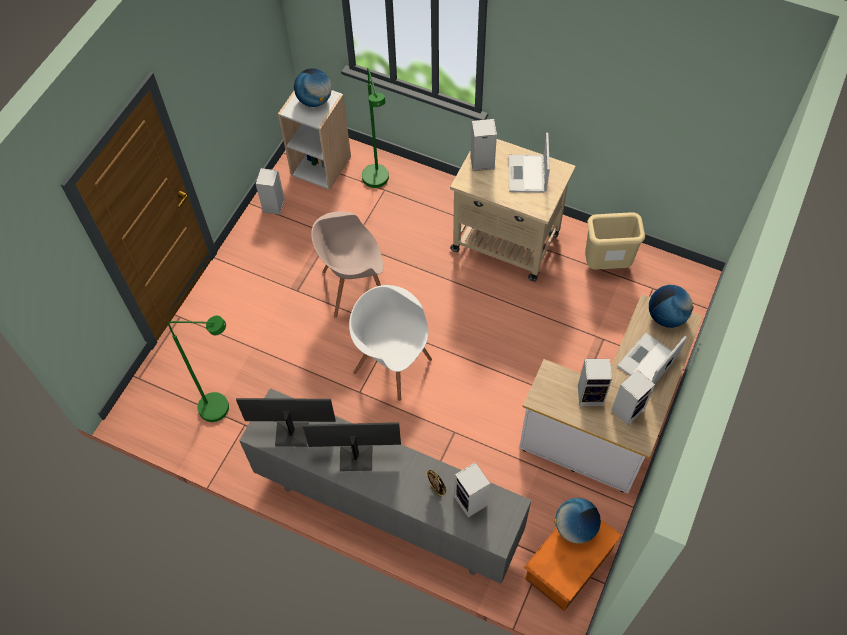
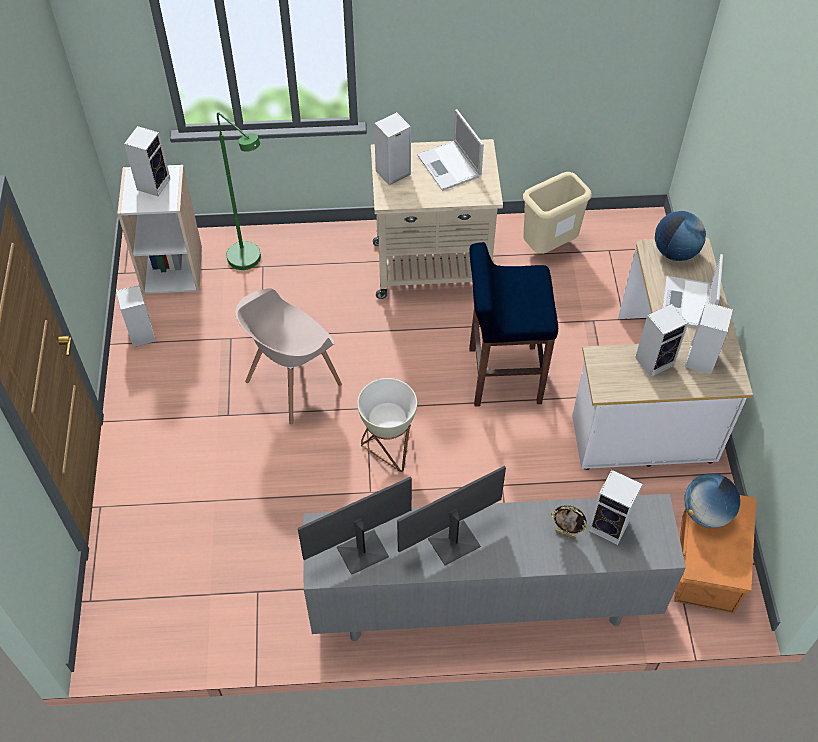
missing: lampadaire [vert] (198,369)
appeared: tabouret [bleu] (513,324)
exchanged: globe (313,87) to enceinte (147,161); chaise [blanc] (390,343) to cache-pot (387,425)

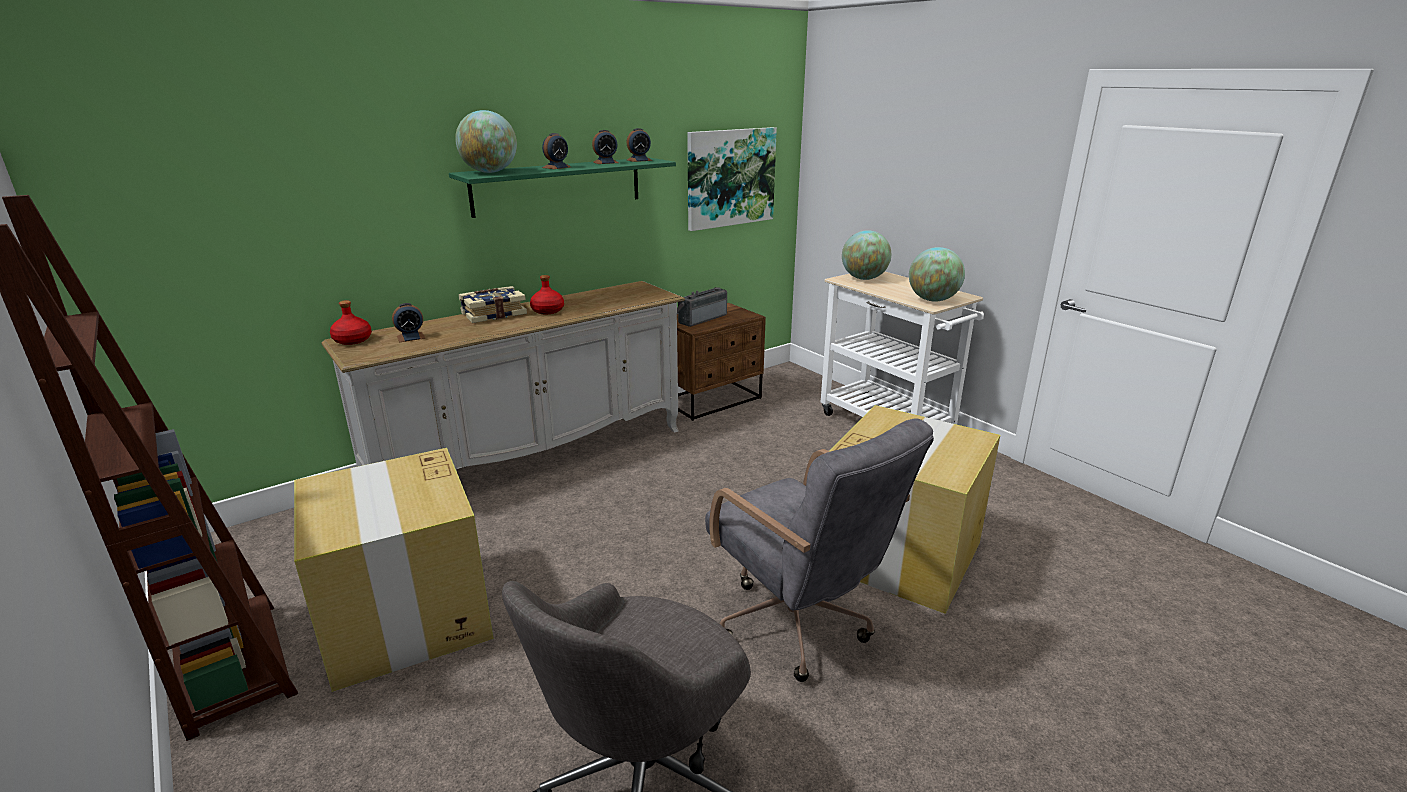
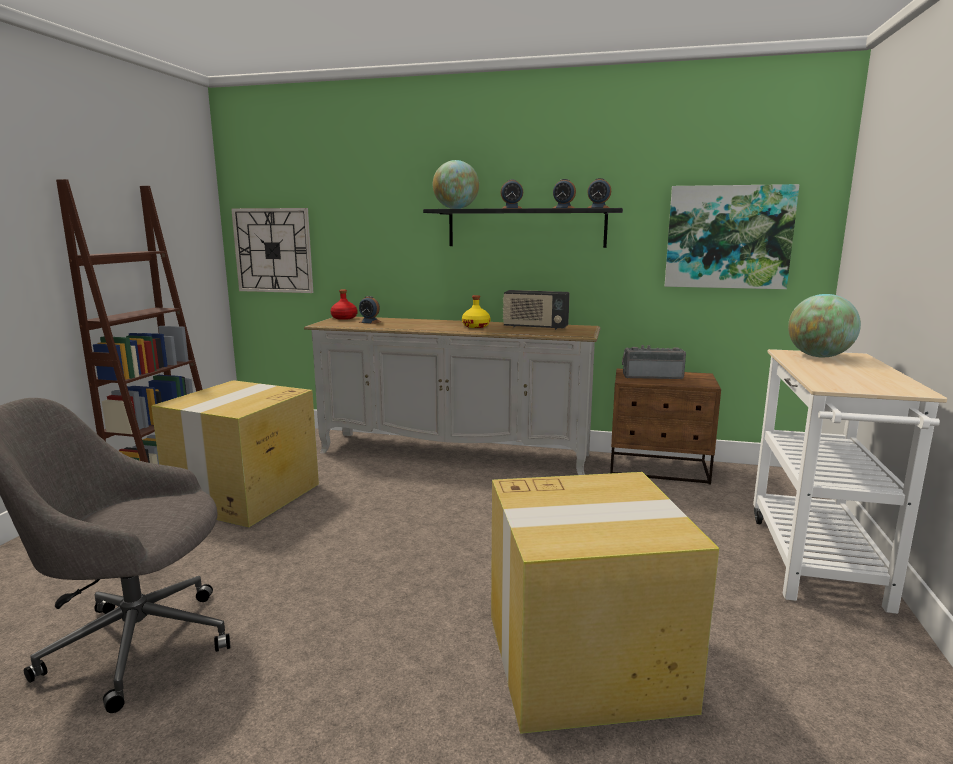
missing: globe (937,274); livre (493,304); chaise de bureau [gris] (819,550)
appeared: horloge murale (272,250); radio (536,310)
colour: étagère [vert] (562,187) to étagère [noir] (523,228); bouteille [rouge] (547,294) to bouteille [jaune] (476,311)

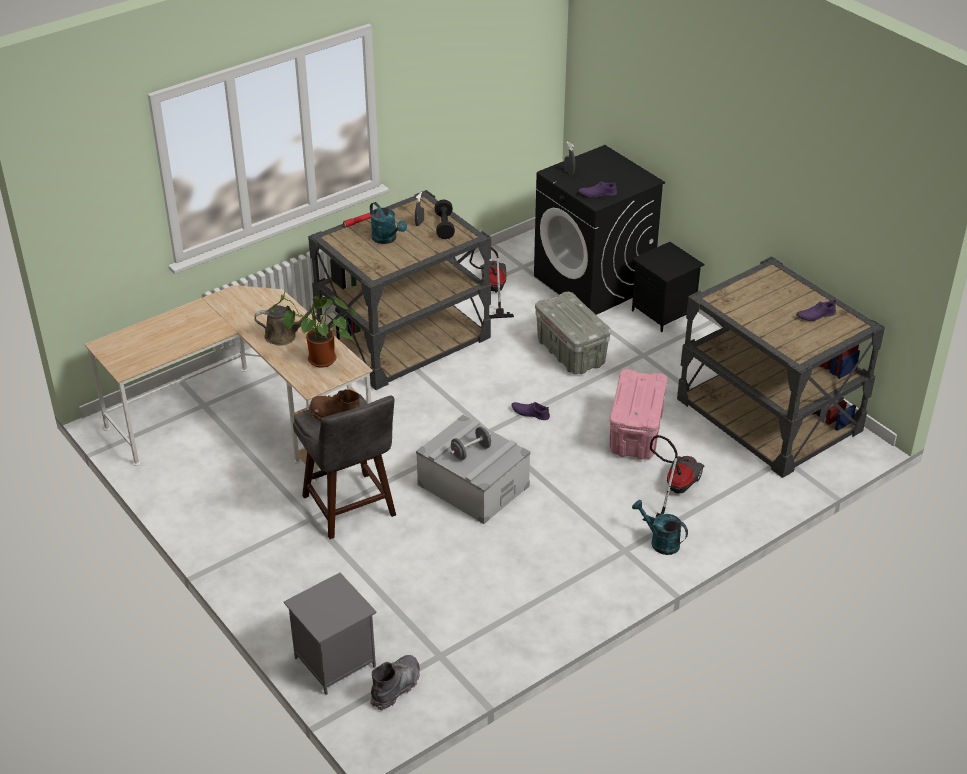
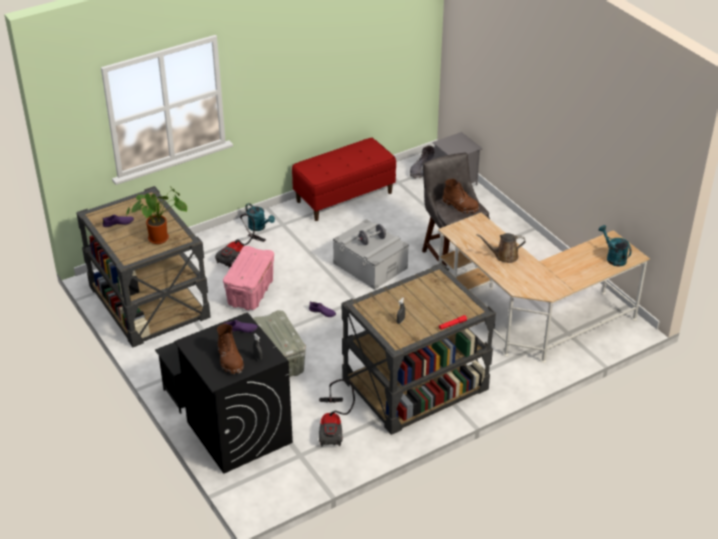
missing: haltère [noir] (445,219)
appeared: banc [rouge] (344,179); botte [marron] (230,349)
relocated: arrosoir [turquoise] (388,223) to (615,246); plante en pot (314,330) to (156,215)

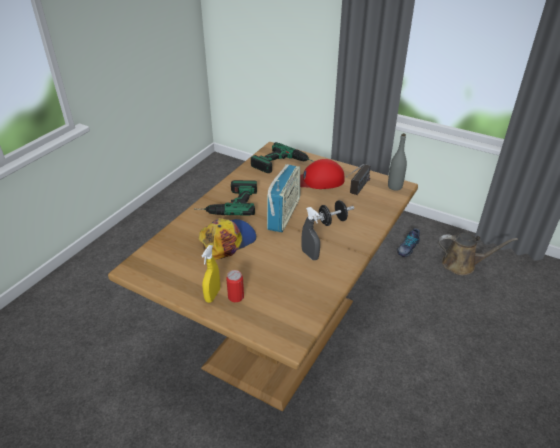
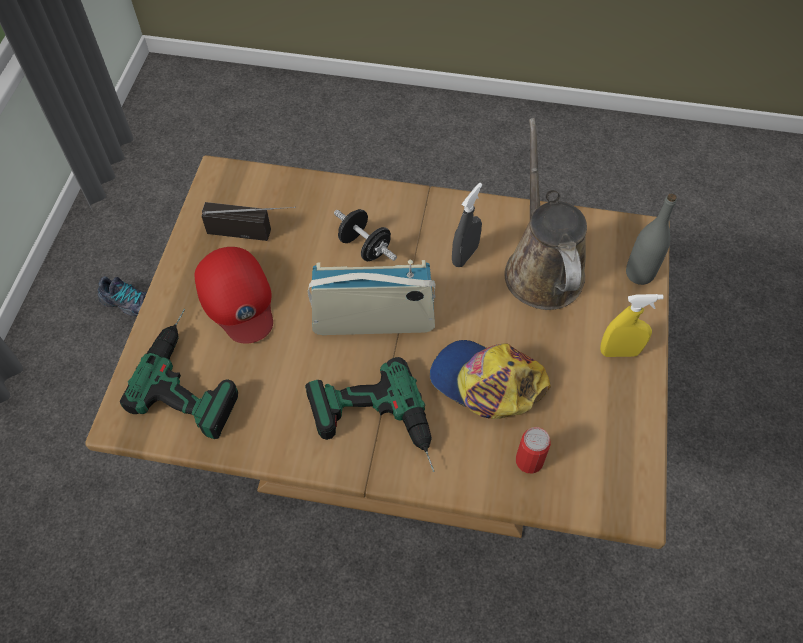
relocated: bouteille [gris] (397,162) to (651,239); arrosoir [marron] (478,254) to (546,214); boîte métallique (235,286) to (533,450)

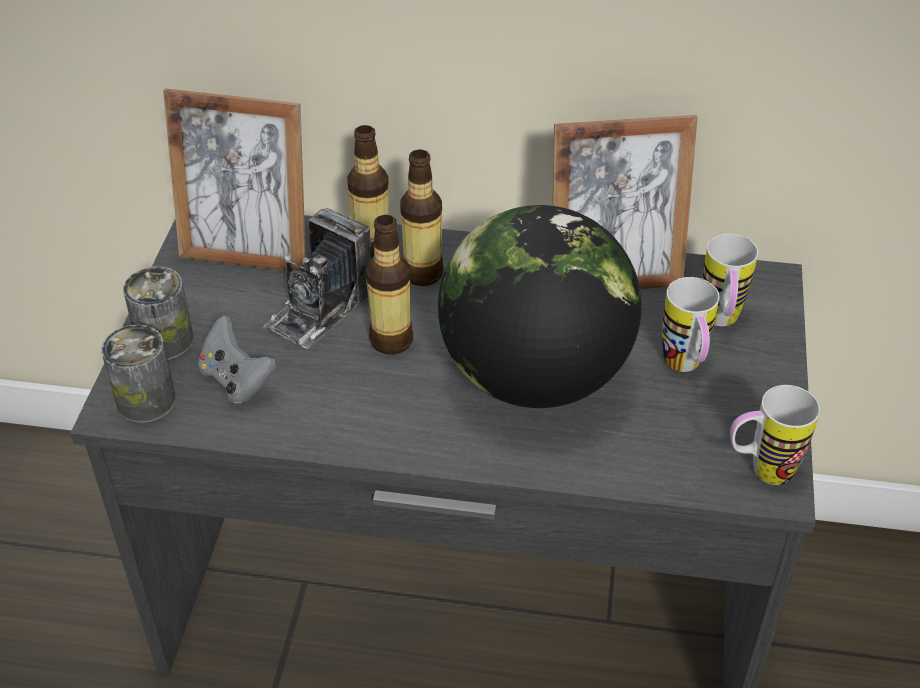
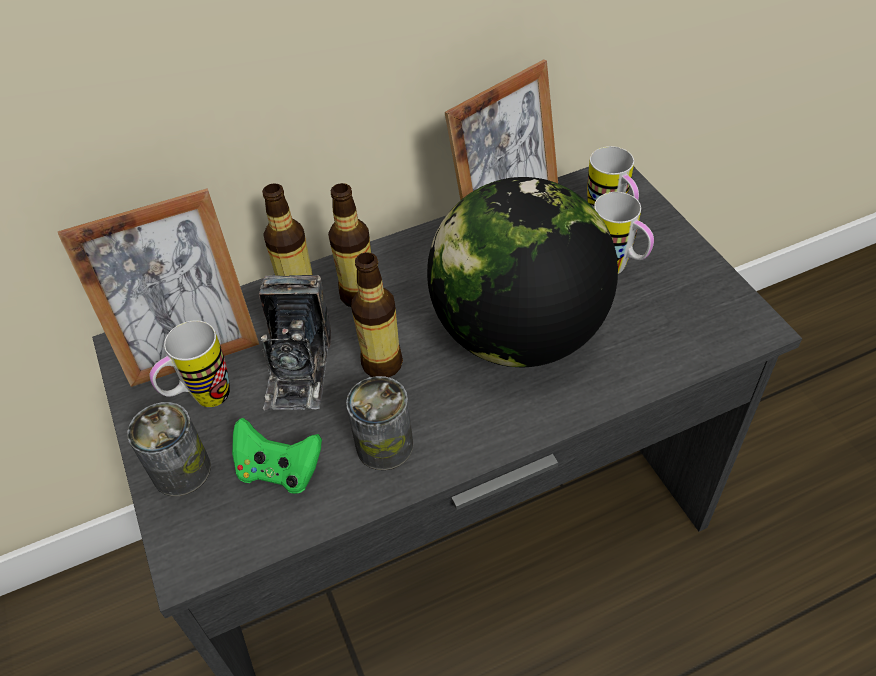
relocated: boîte métallique (138,374) to (379,423); mug (775,435) to (189,363)
colour: manette [gris] (237,360) to manette [vert] (277,456)

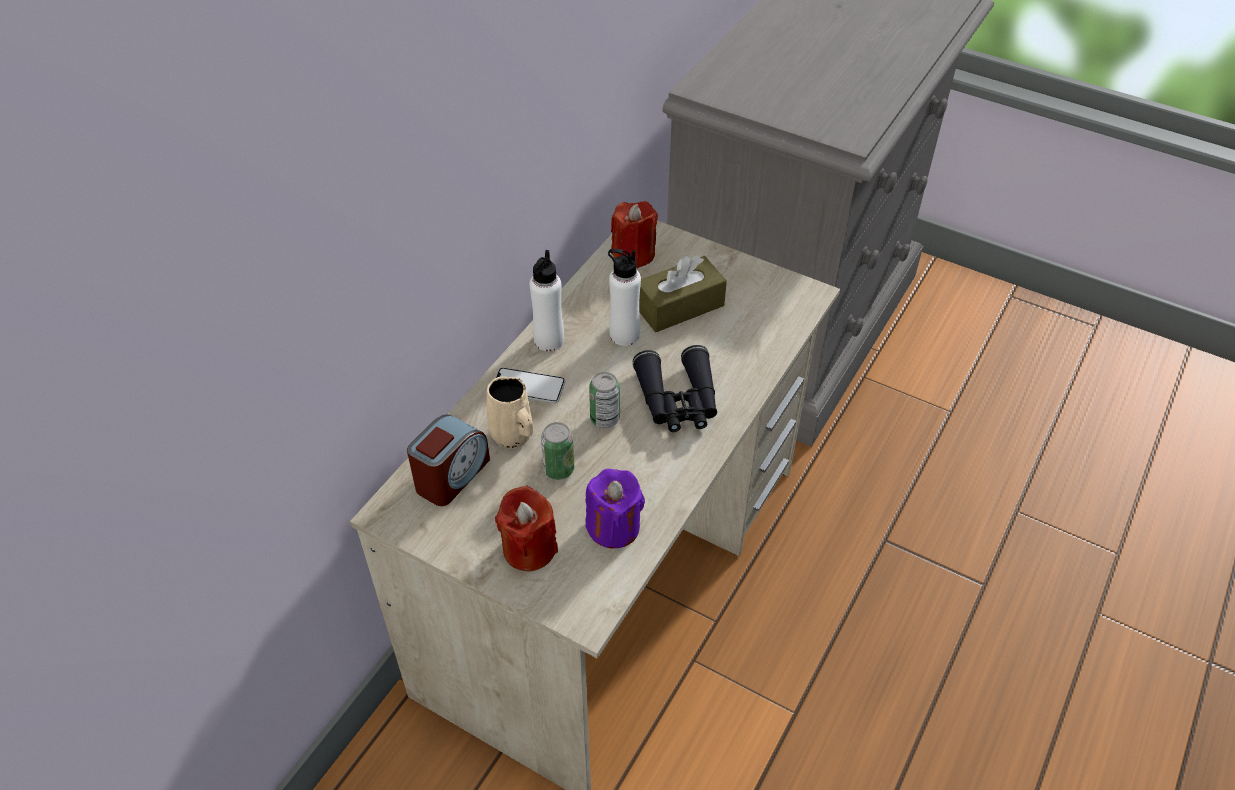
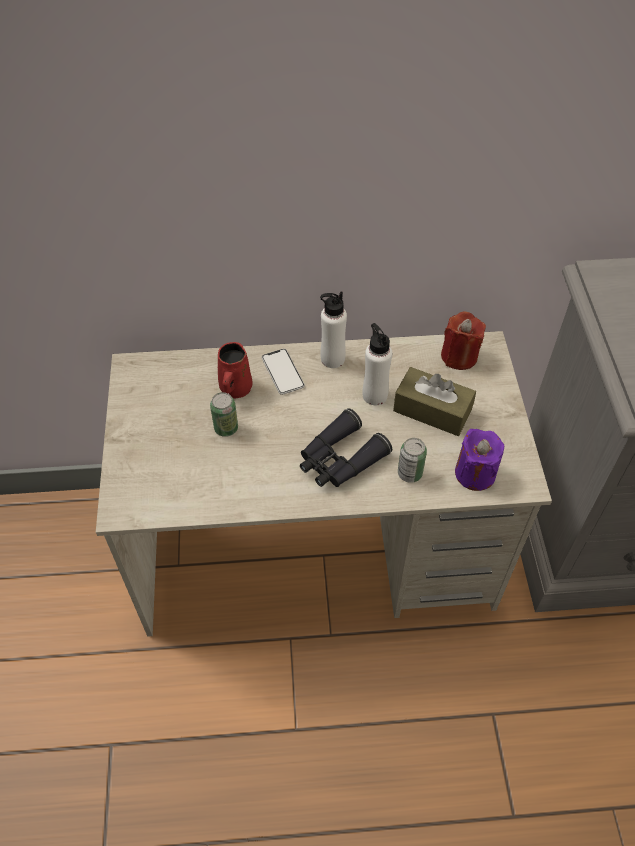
missing: réveil (448,460); bougie [rouge] (526,529)
relocated: boîte métallique (604,400) to (412,460); bougie [violet] (615,508) to (479,460)
colour: mug [beige] (510,412) to mug [rouge] (235,370)

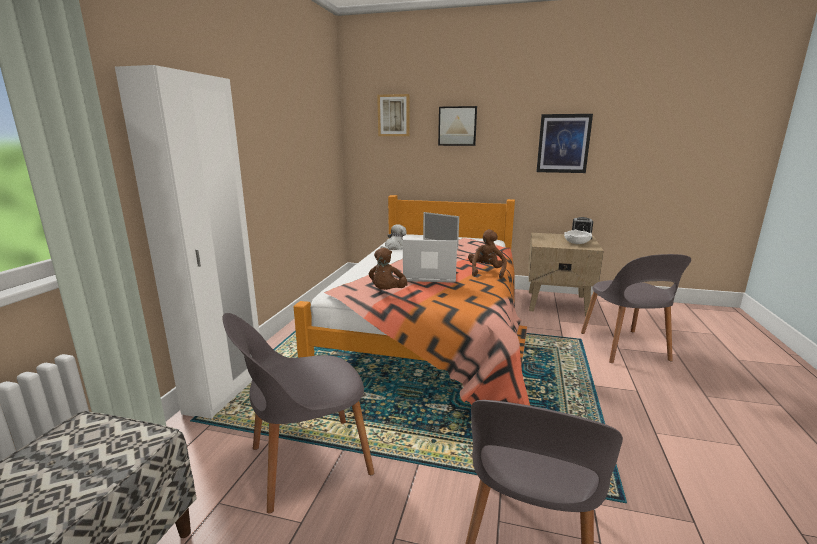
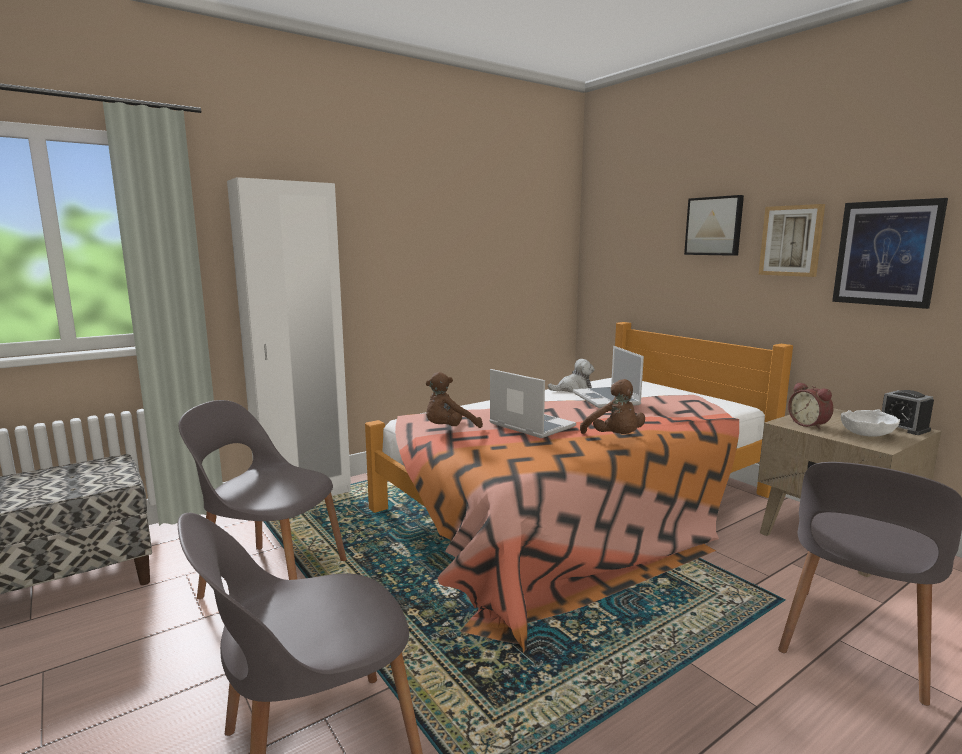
appeared: réveil (811,406)
relocated: tableau (393,115) to (791,240)
spun: peluche [marron] (487,254) = (612,406) 105 degrees clockwise

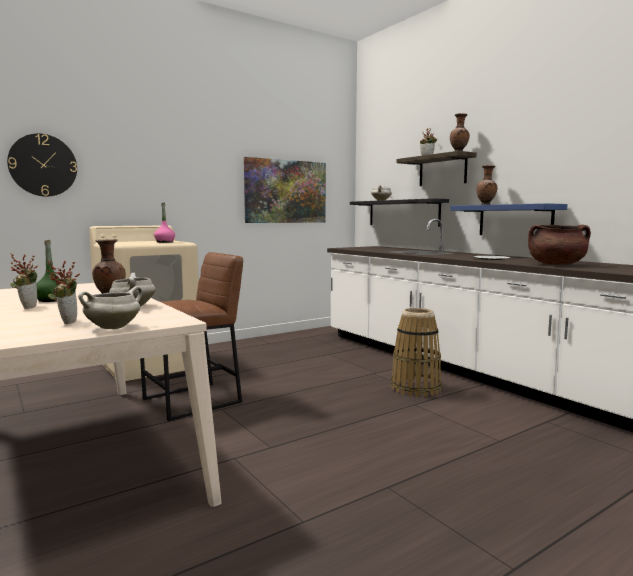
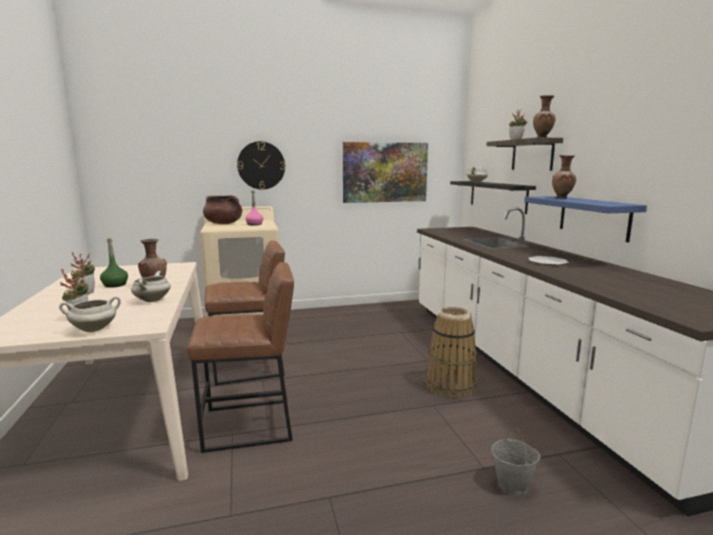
appeared: chaise [marron] (240,357); seau [gris] (515,461)
relocated: horloge murale (42,165) to (261,165); marmite [marron] (559,245) to (222,210)

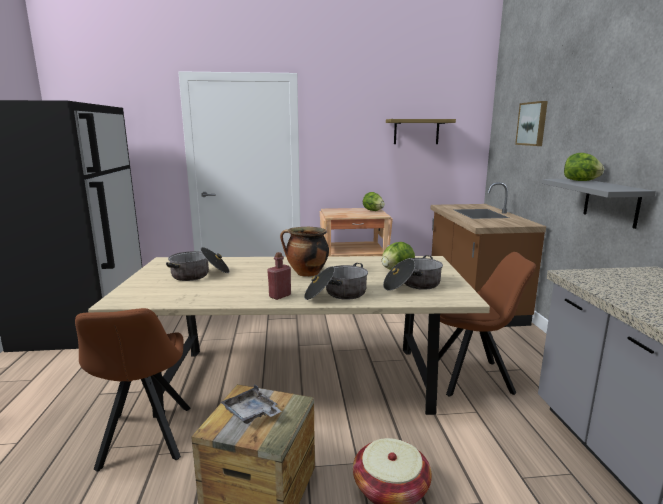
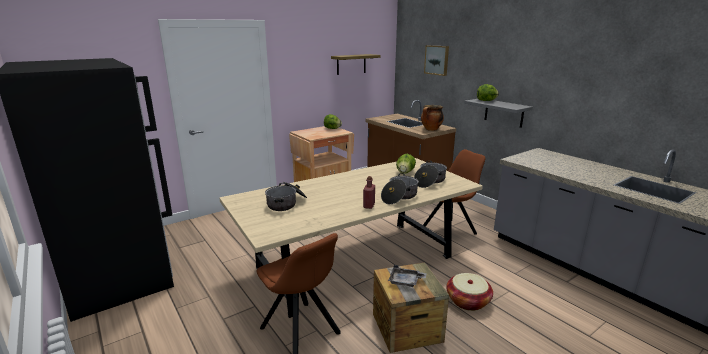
relocated: marmite (304,252) to (432,118)

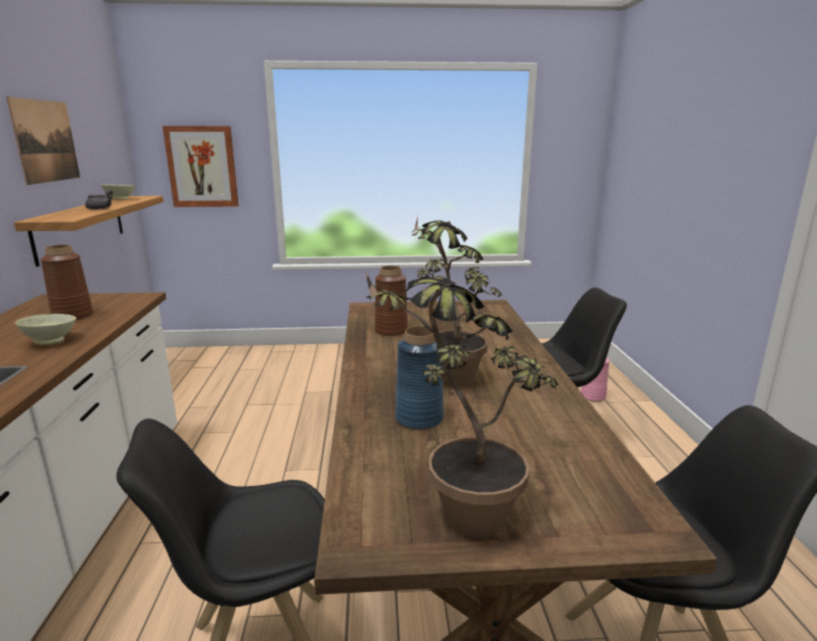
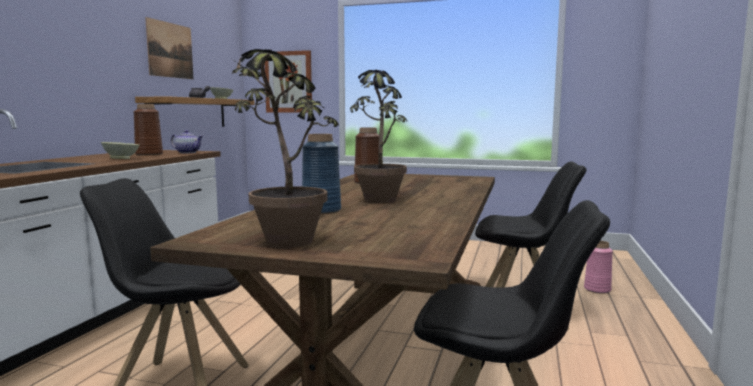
appeared: théière (187,141)

